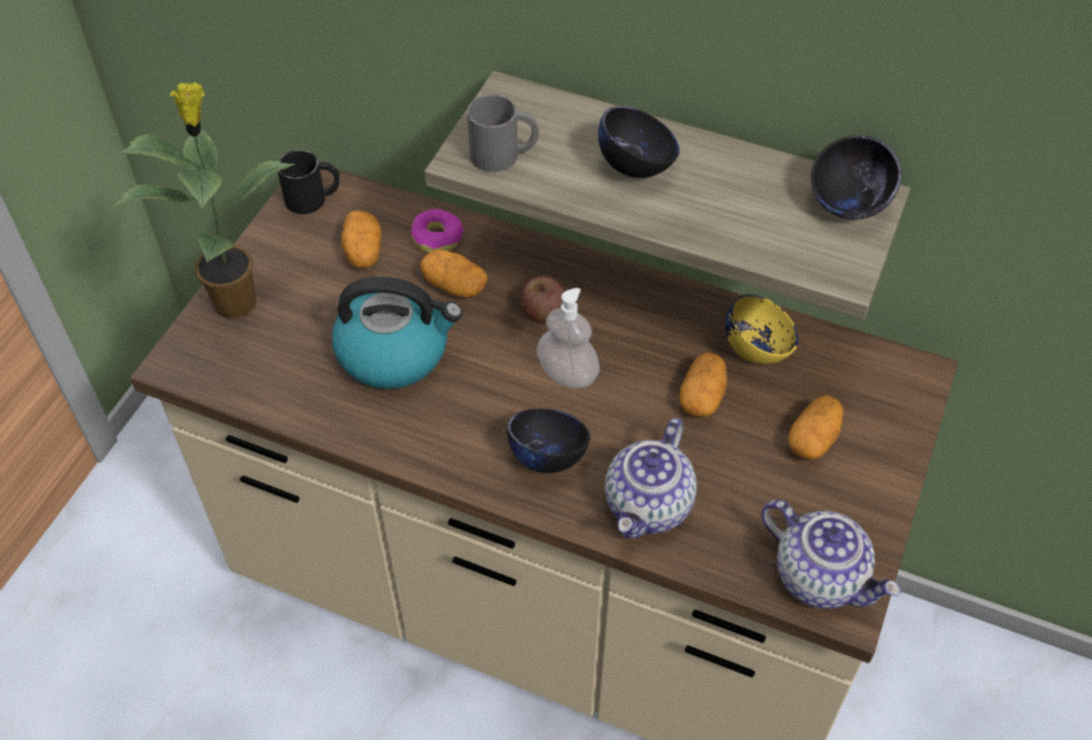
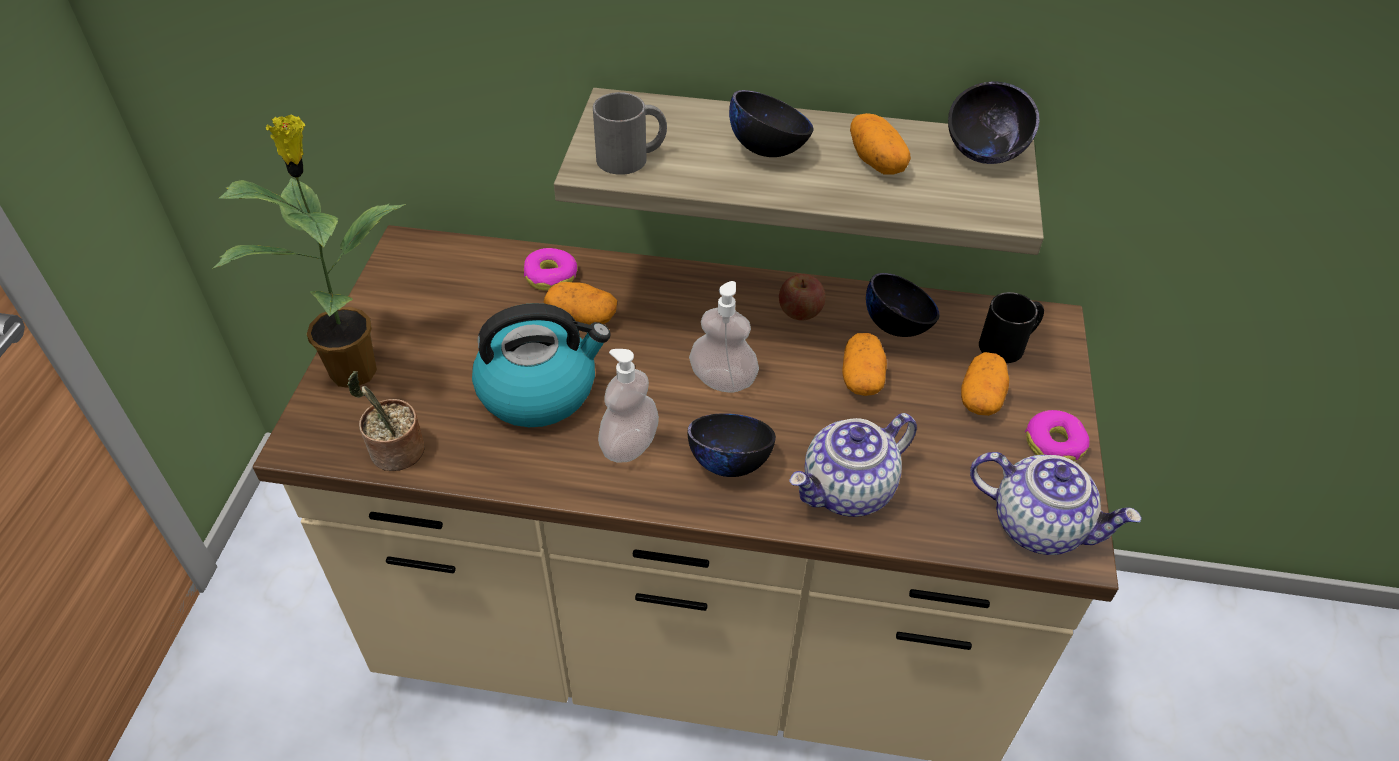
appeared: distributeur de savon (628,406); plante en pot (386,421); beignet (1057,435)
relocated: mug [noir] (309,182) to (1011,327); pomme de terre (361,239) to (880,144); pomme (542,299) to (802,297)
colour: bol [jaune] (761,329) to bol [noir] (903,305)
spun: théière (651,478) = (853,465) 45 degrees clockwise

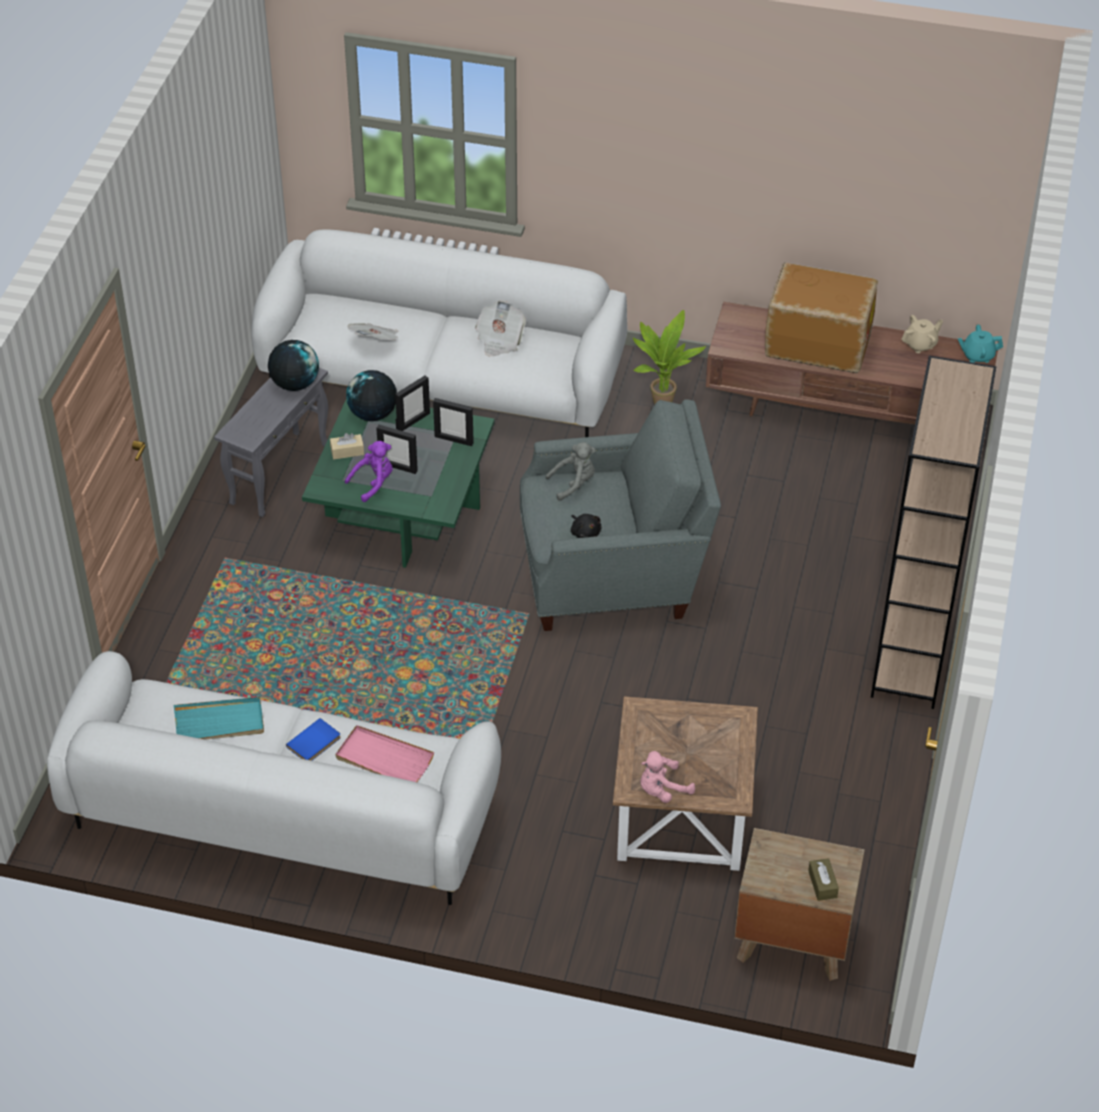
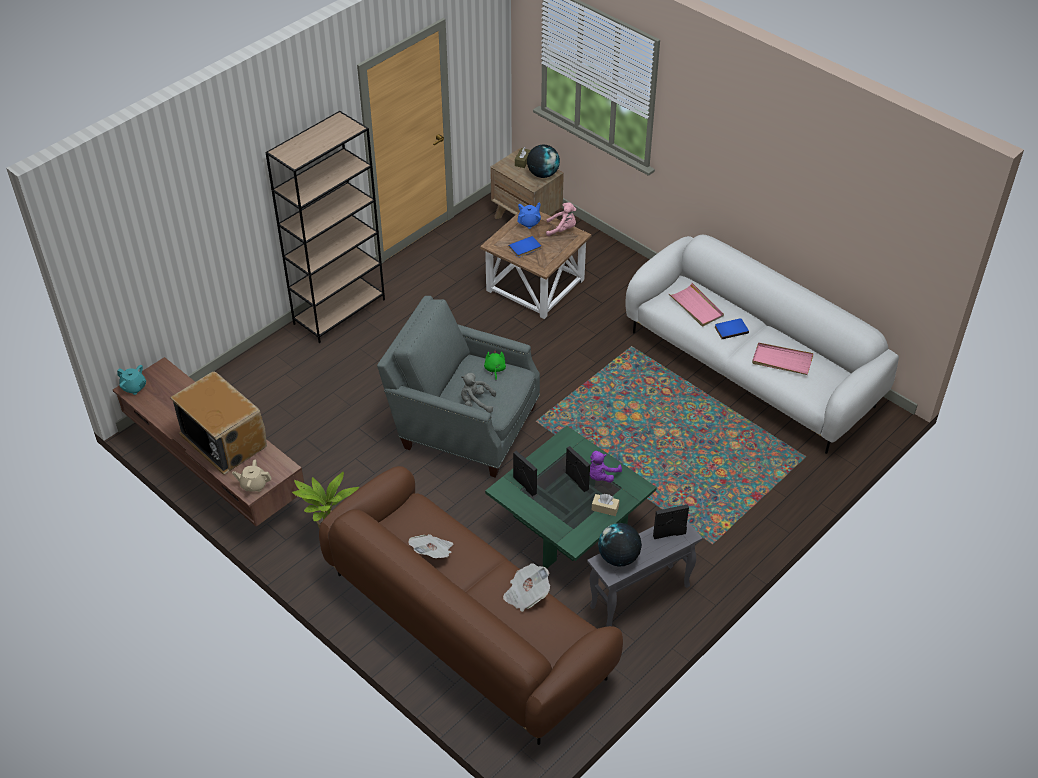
appeared: théière [bleu] (529,216); livre [bleu] (525,246)
relocated: théière [beige] (922,334) to (252,476); globe (371,395) to (543,161); cadre photo (412,403) to (671,521)
colour: canapé [blanc] (439,333) to canapé [marron] (471,605); peluche [noir] (586,526) to peluche [vert] (495,365); plateau [turquoise] (219,718) to plateau [rose] (783,358)
spun: peluche [violet] (369,471) = (606,467) 45 degrees counterclockwise

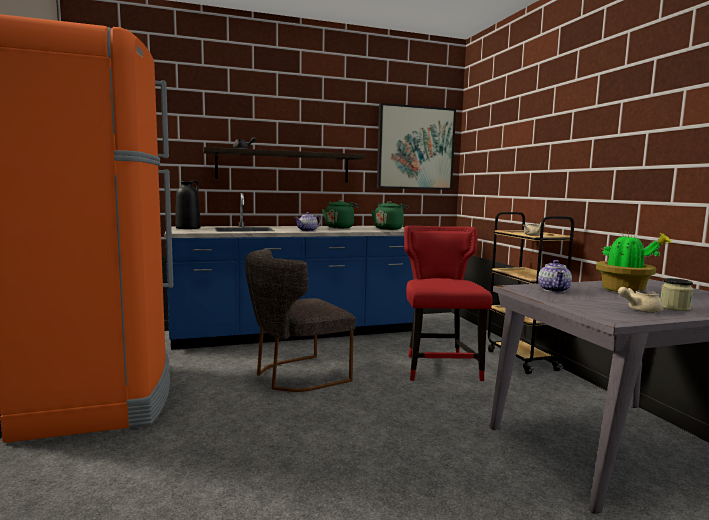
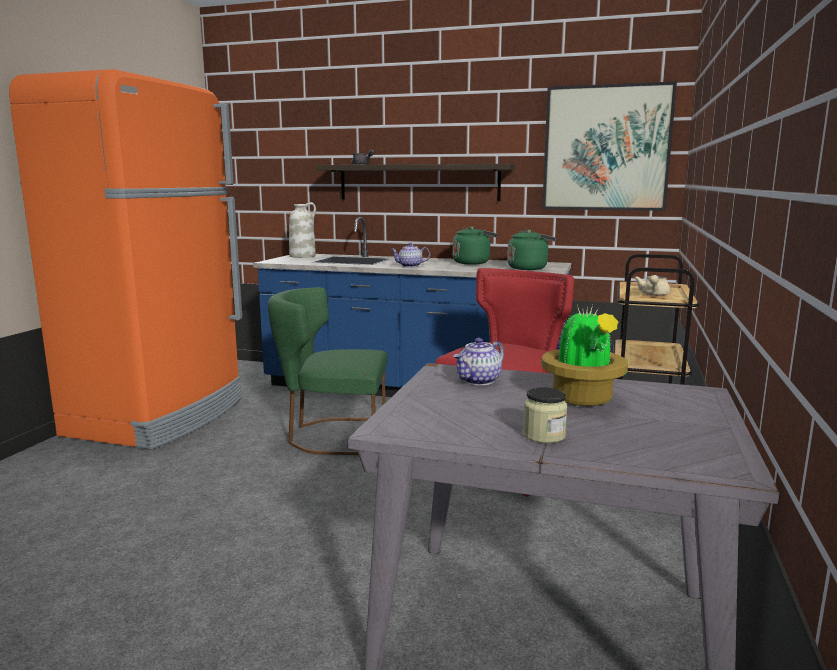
missing: théière [beige] (640,300)
colour: vase [noir] (187,204) to vase [blanc] (302,230); chaise [gris] (300,320) to chaise [vert] (327,371)

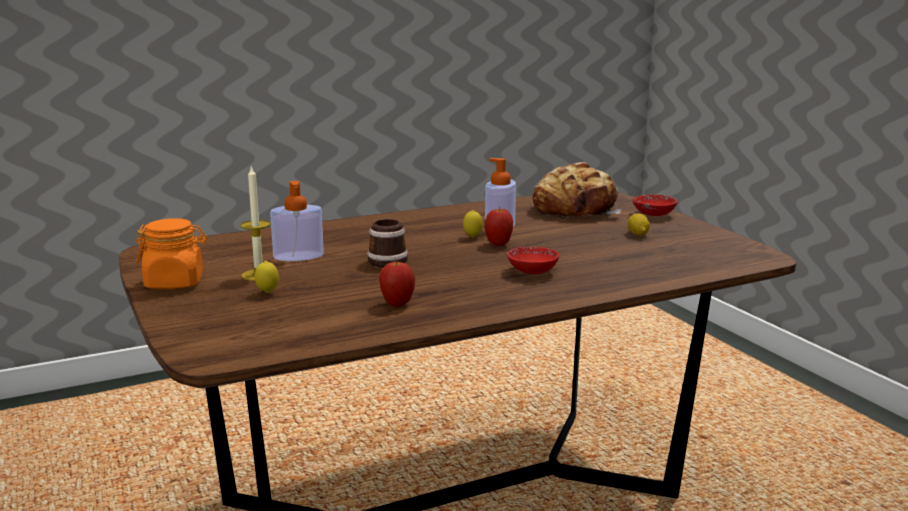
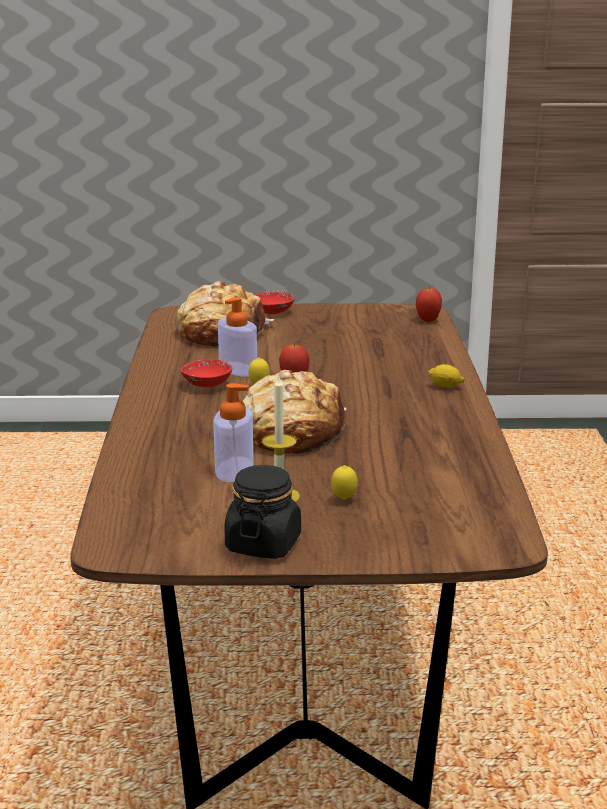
relocated: citron (639,224) to (446,376); bol [rouge] (533,260) to (206,373); pomme (397,283) to (429,305)
exchanged: mug (387,243) to pain (294,411)
colour: bocal [orange] (171,253) to bocal [noir] (262,512)

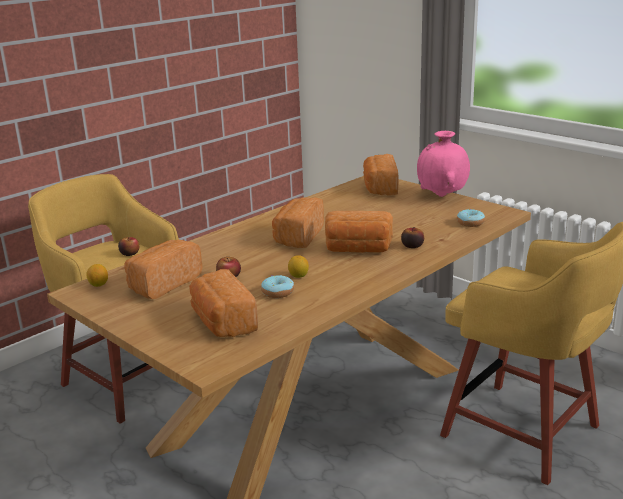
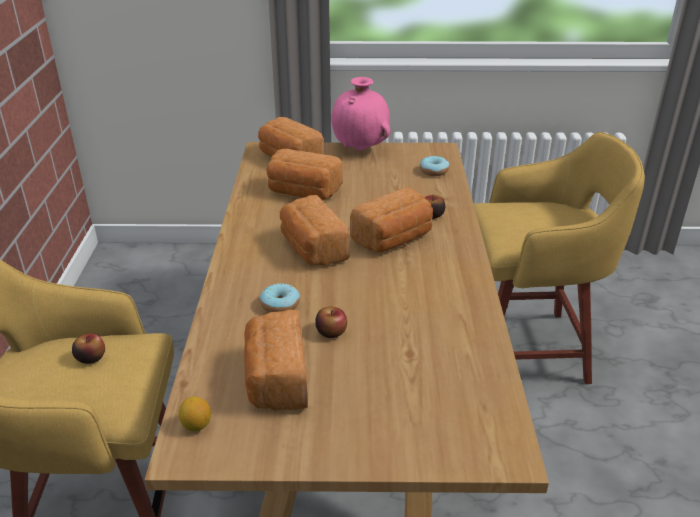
missing: citron (298,266)
relocated: pain (223,303) to (304,174); beignet (277,286) to (280,297)

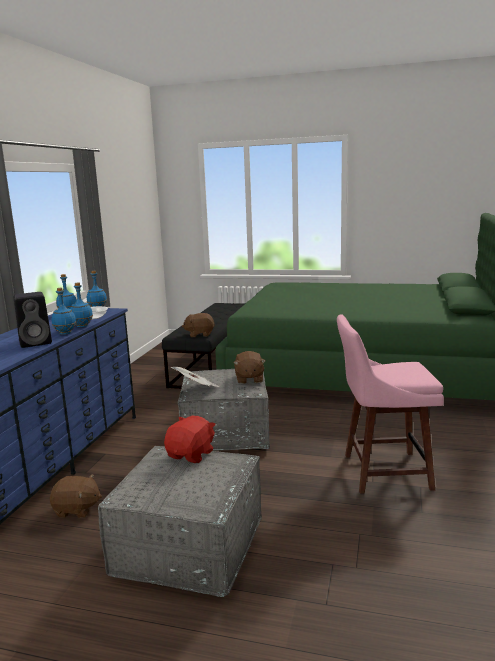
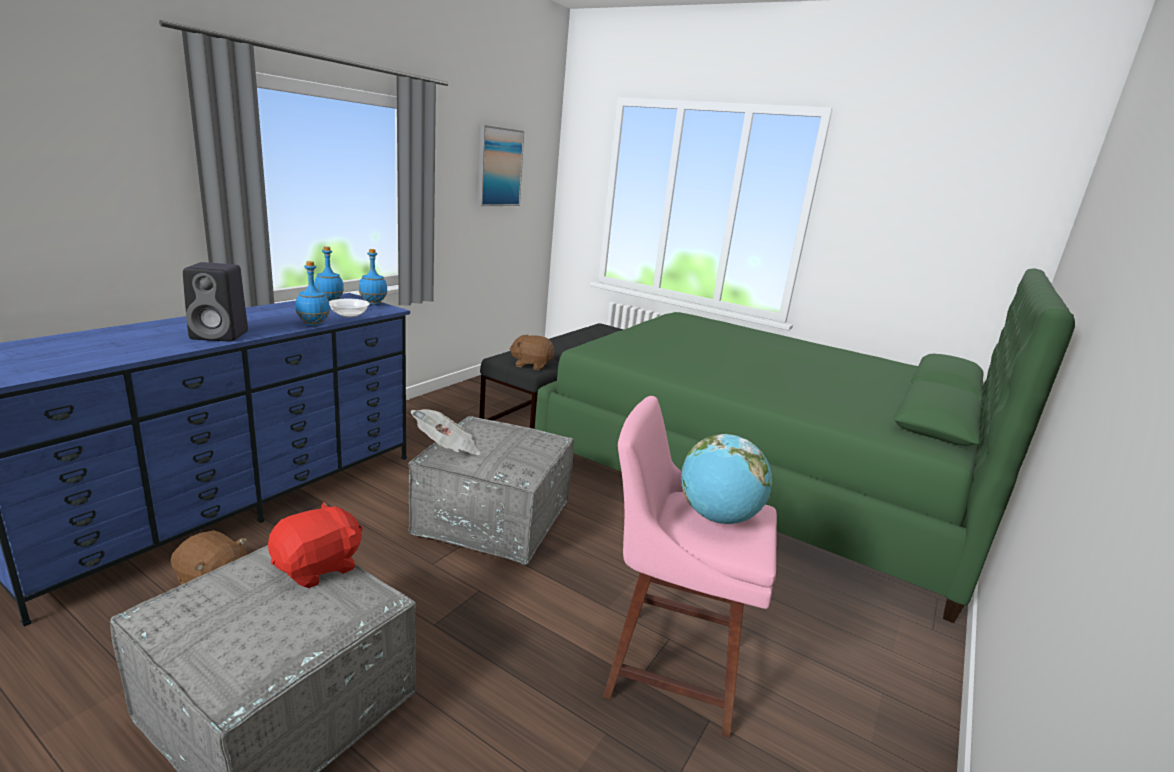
missing: bouteille [bleu] (64,311); peluche [marron] (250,367)
appeared: tableau (501,165); globe (727,479)

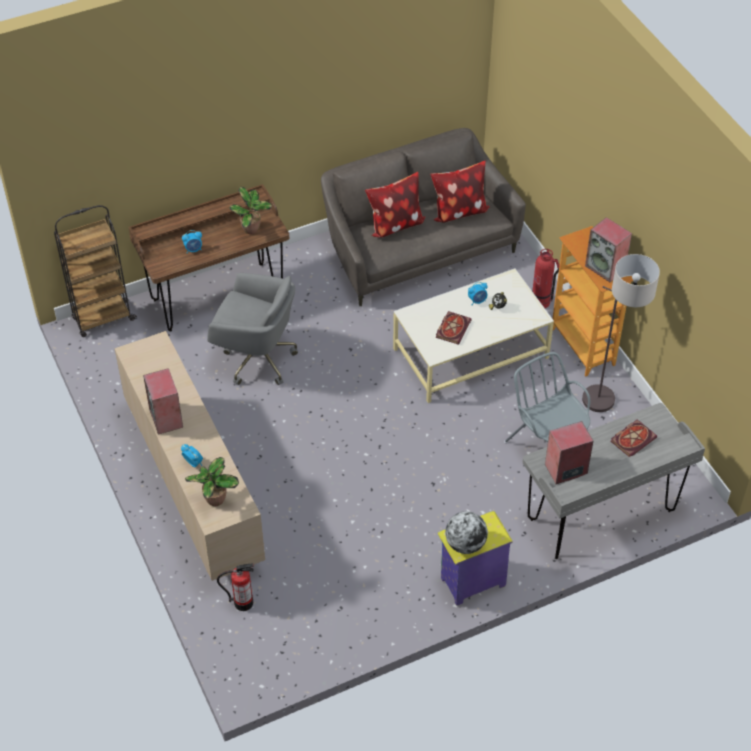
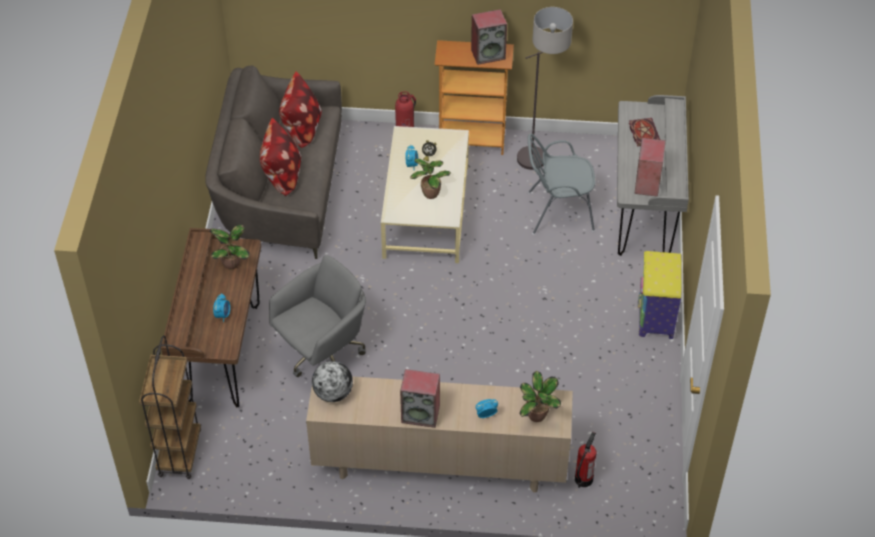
relocated: globe (466,532) to (332,381)
exchanged: livre (453,328) to plante en pot (430,179)

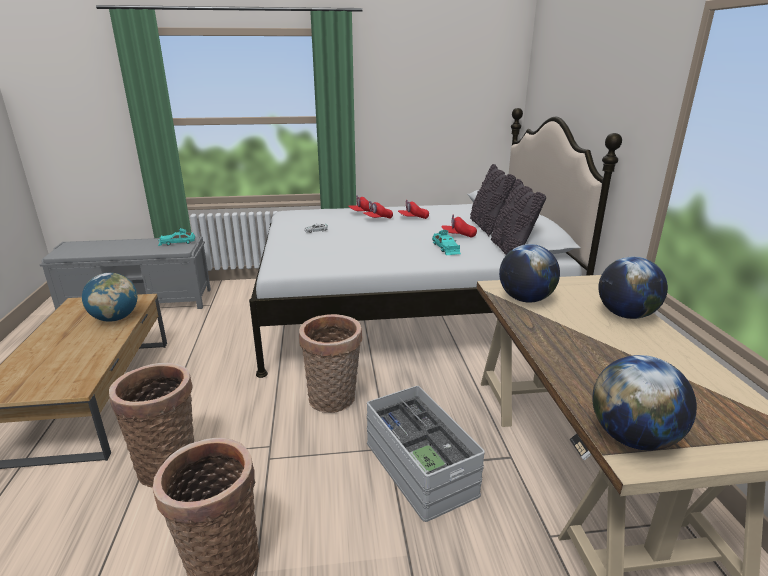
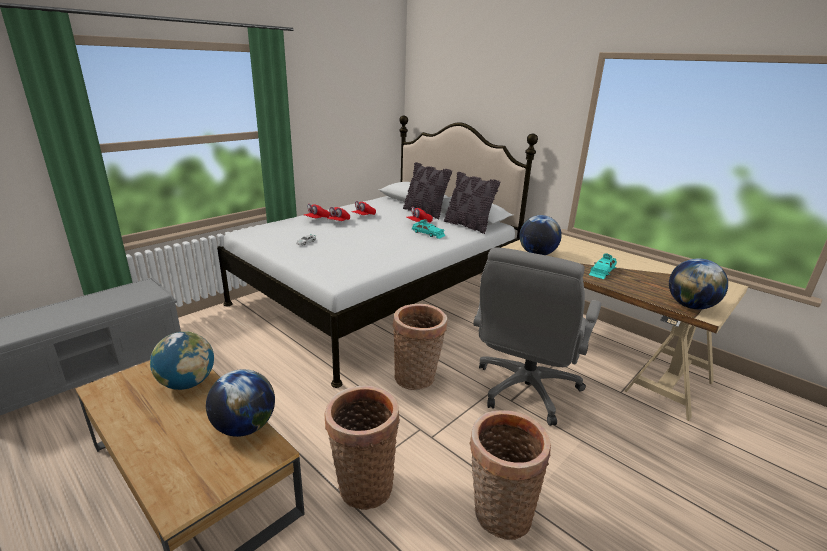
relocated: petite voiture [turquoise] (176,237) to (603,266); globe (633,288) to (240,403)
exchanged: boîte de rangement [gris] (426,454) to chaise de bureau [gris] (537,336)

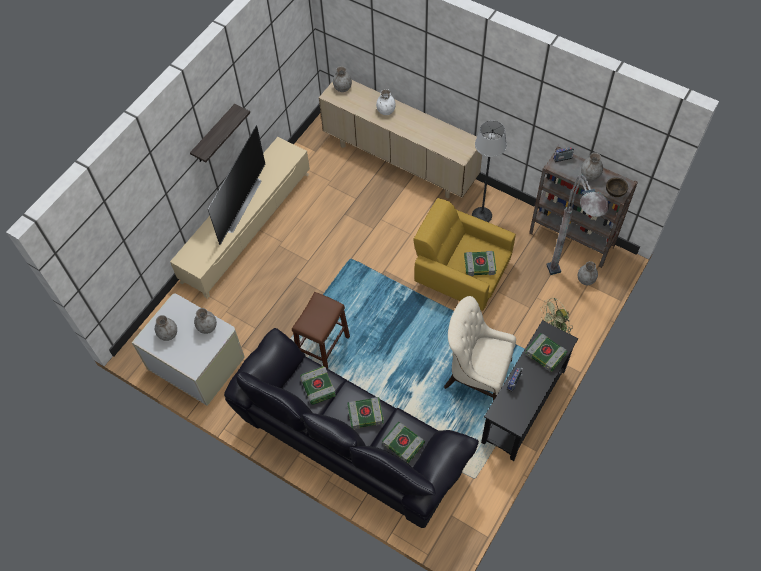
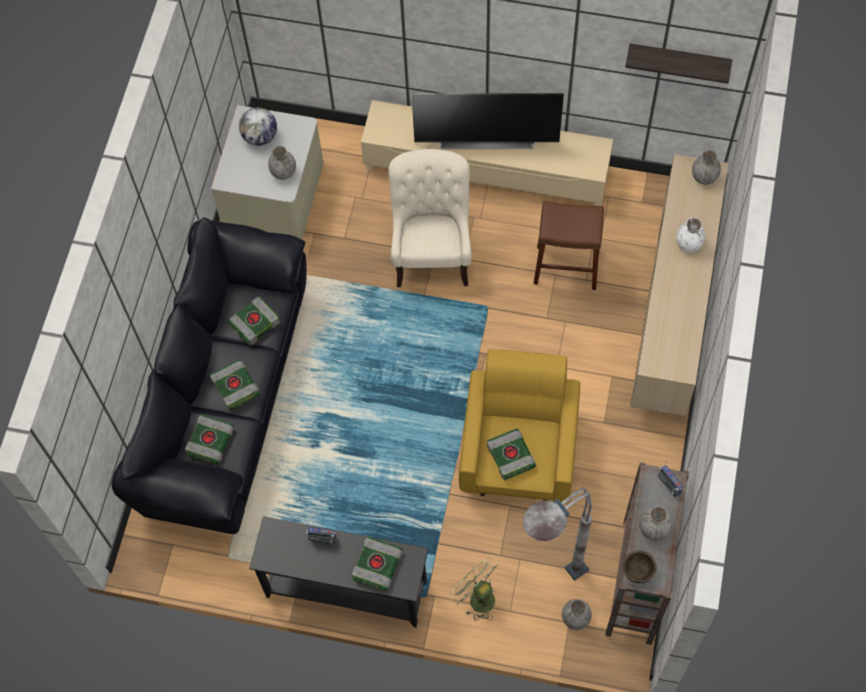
missing: lampadaire (489,171)
relocated: étagère (220,133) to (678,63); tabouret [marron] (321,330) to (569,245); fauteuil [beige] (480,348) to (430,218)
exchanged: vase [gris] (166,328) to globe (258,126)

